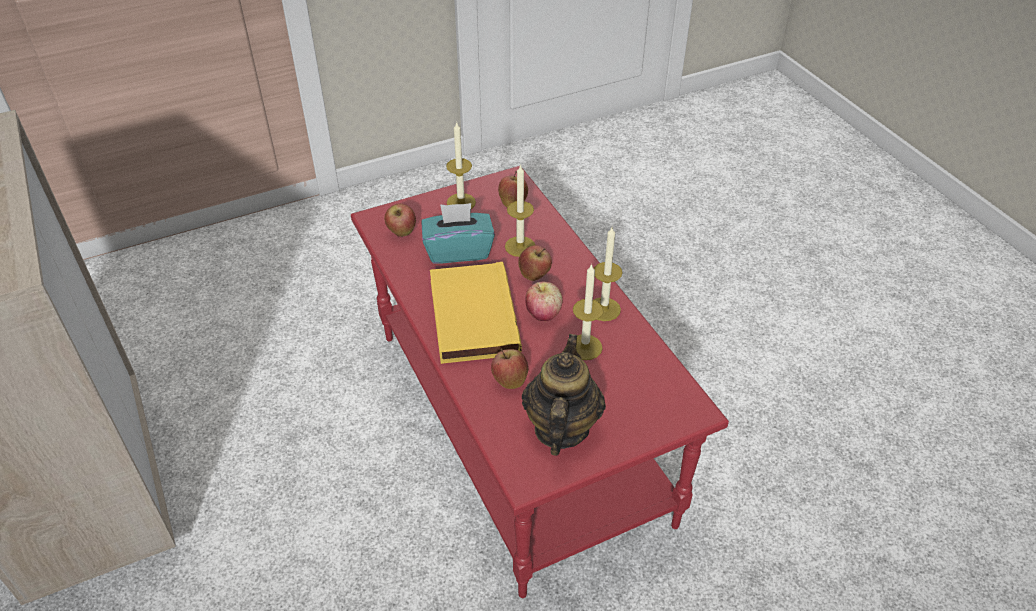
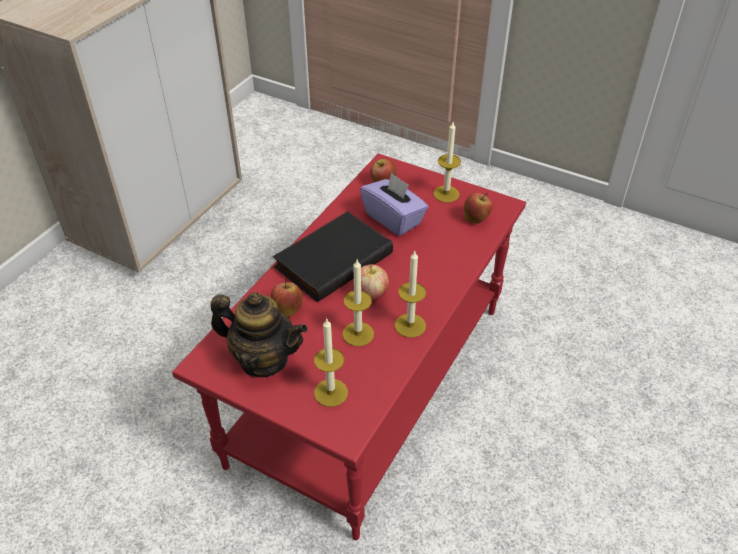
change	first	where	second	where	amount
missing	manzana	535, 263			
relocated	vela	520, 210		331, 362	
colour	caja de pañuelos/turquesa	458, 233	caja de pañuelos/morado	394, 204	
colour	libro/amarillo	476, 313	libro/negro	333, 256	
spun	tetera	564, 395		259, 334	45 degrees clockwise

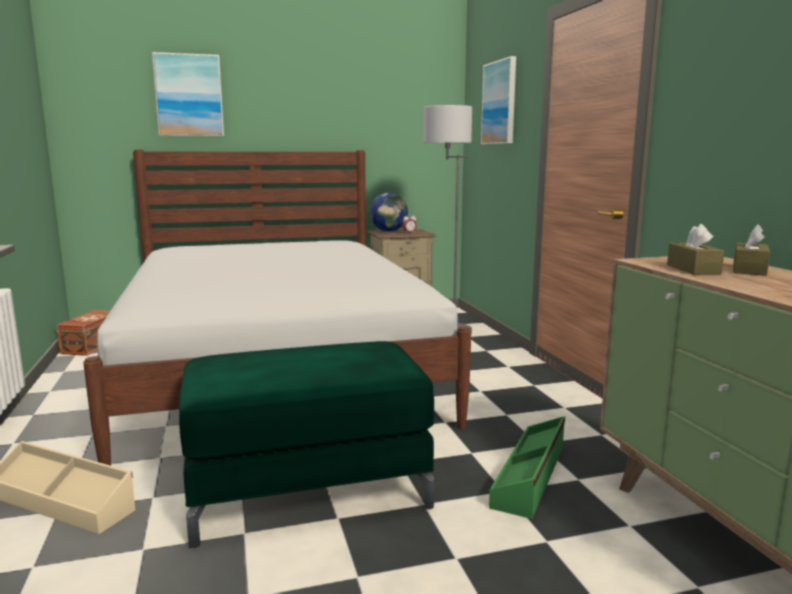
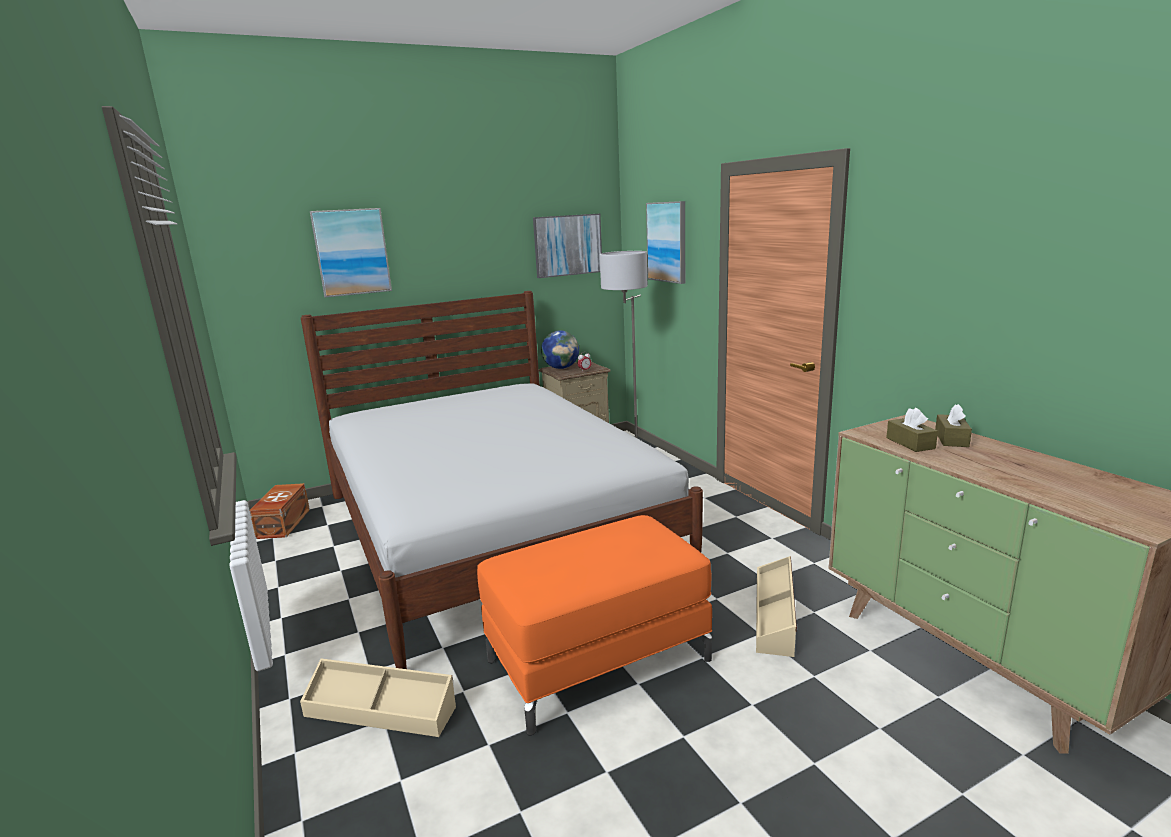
change	first	where	second	where	amount
appeared			cuadro	567, 246	
colour	puf/verde	306, 444	puf/naranja	594, 625	
colour	caja de almacenaje/verde	527, 467	caja de almacenaje/beis	776, 606	

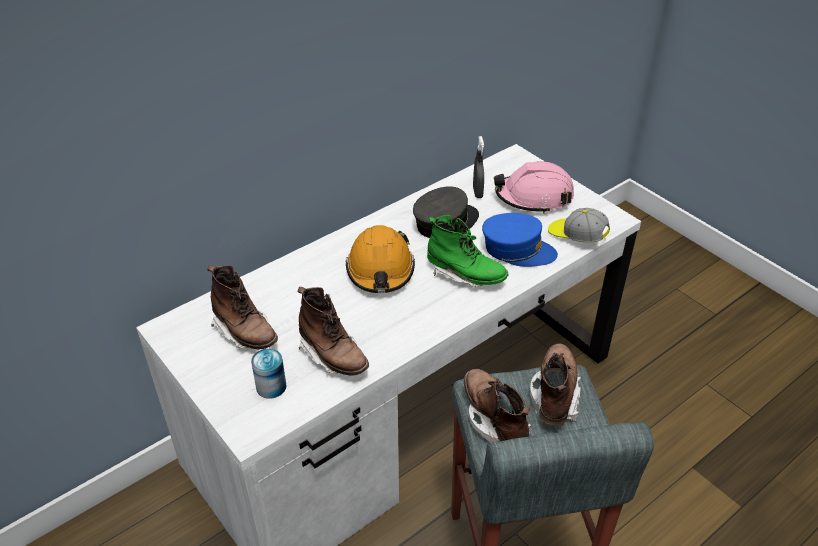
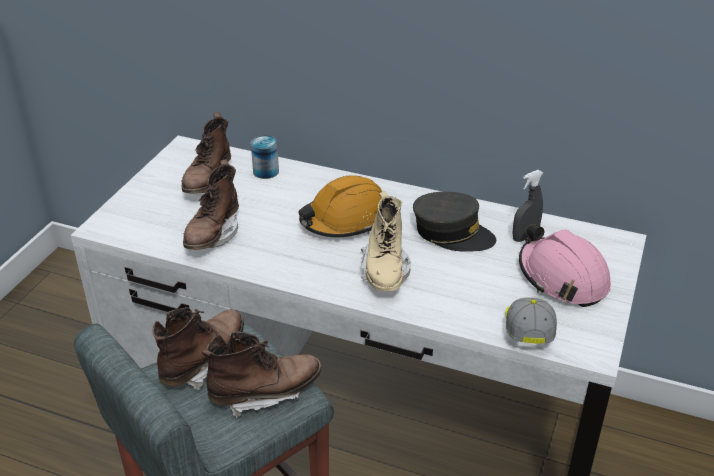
change	first	where	second	where	amount
missing	gorra/azul	520, 240			
relocated	lata	269, 374		265, 157	
colour	bota/verde	468, 251	bota/beis	386, 241	

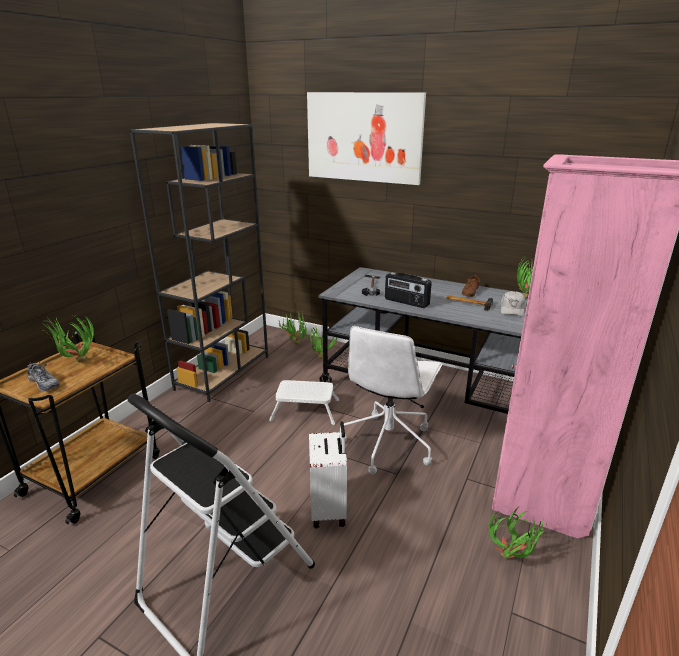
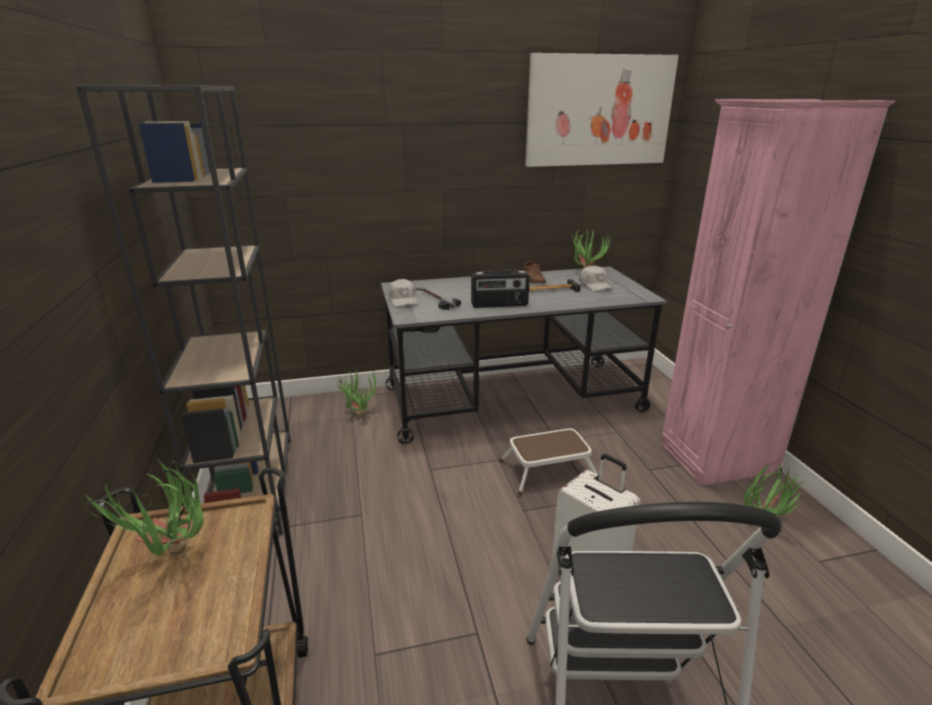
change	first	where	second	where	amount
missing	zapato	43, 376			
missing	escalera de tijera/blanco	304, 402			
missing	planta en maceta	293, 328			
appeared			gorra/blanco	403, 293	
relocated	cuadro	366, 138		602, 110	
exchanged	silla de oficina/blanco	391, 400	escalera de tijera/marrón	548, 463	

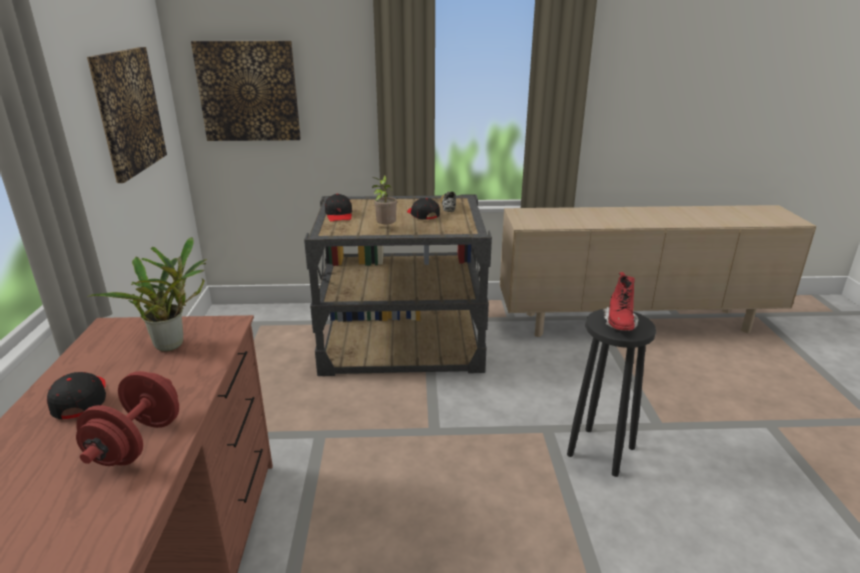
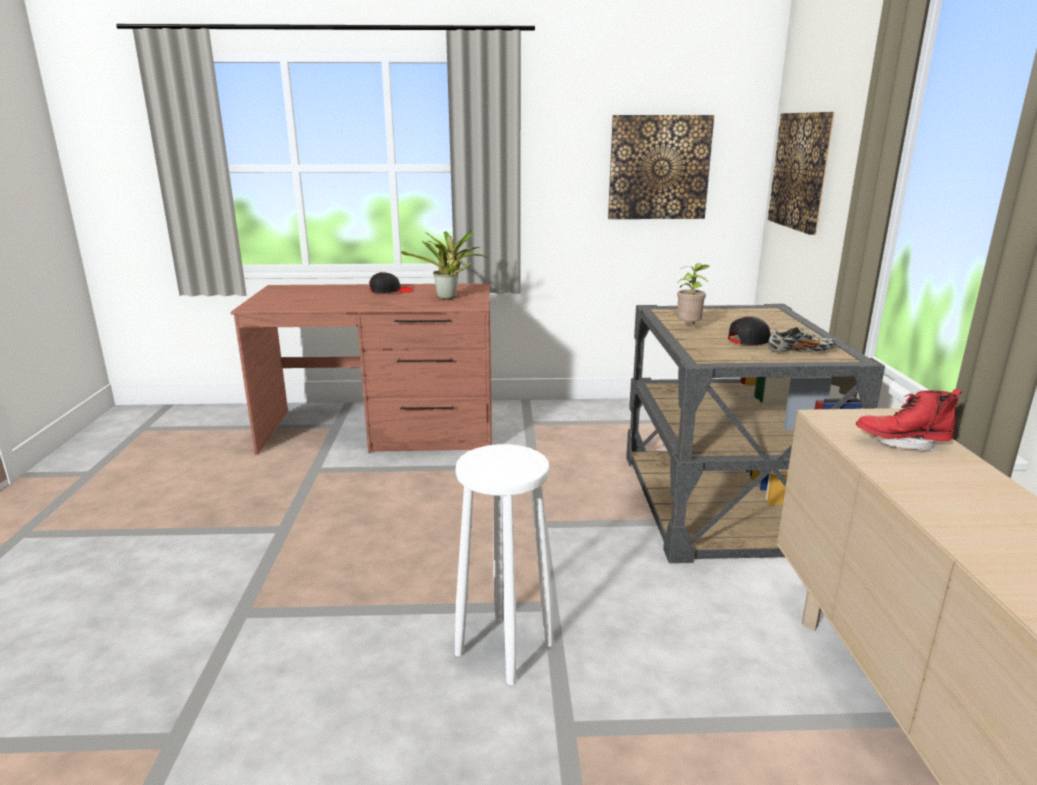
change	first	where	second	where	amount
missing	mancuerna/rojo	127, 418			
missing	gorra/negro	338, 208			
relocated	bota/rojo	620, 301		909, 420	
colour	taburete/negro	611, 393	taburete/blanco	504, 564	

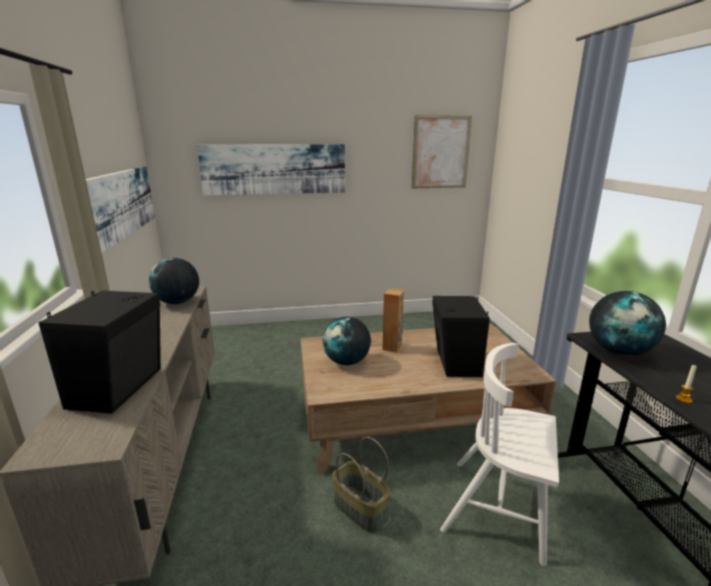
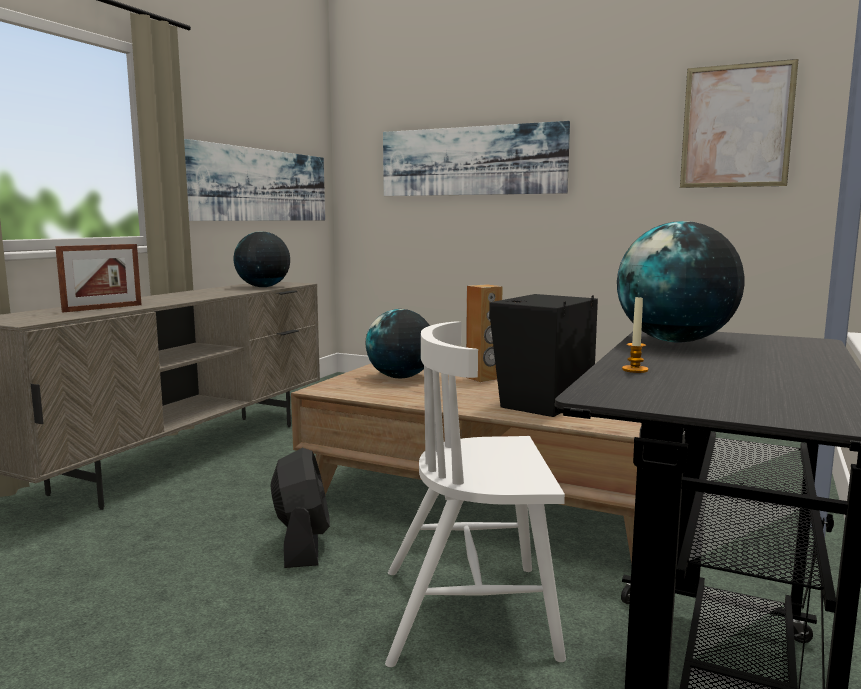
change	first	where	second	where	amount
exchanged	altavoz/negro	99, 352	portarretratos	98, 278	
exchanged	cesta	361, 485	ventilador/negro	300, 508	
spun	silla/blanco	499, 454		475, 494	60 degrees counterclockwise

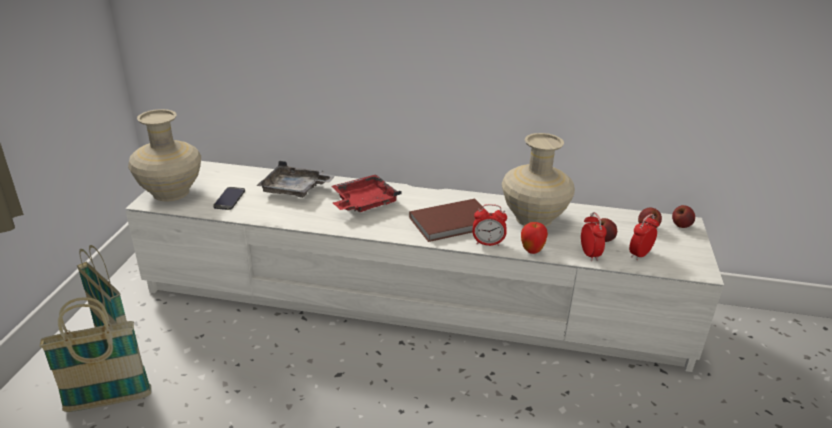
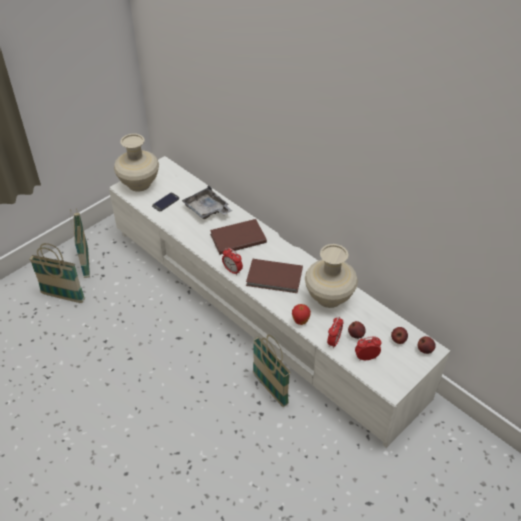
change	first	where	second	where	amount
appeared			cesta	272, 370	
relocated	despertador	489, 225		232, 261	
exchanged	bandeja/rojo	366, 193	libro/marrón	238, 237	

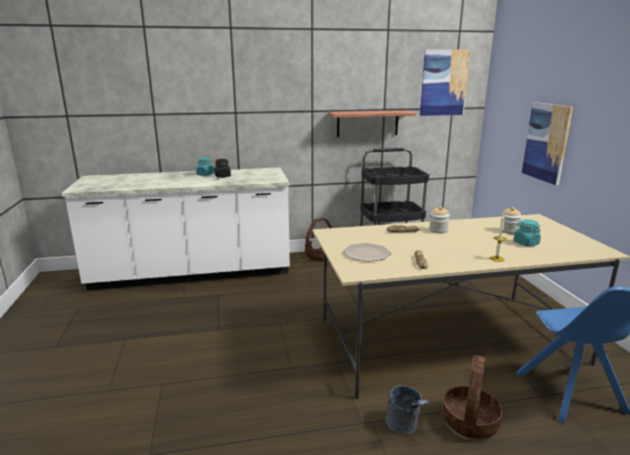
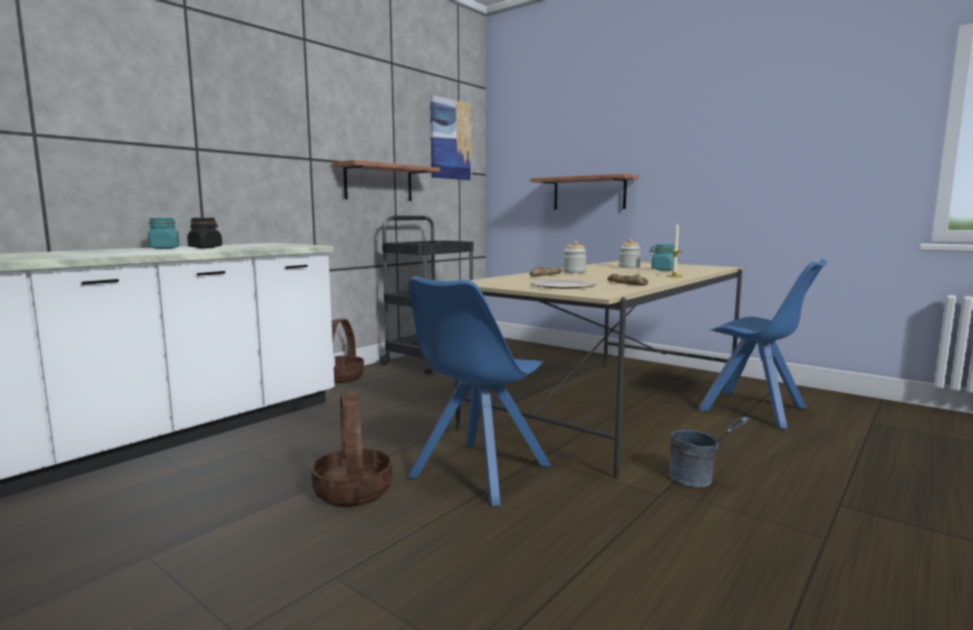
change	first	where	second	where	amount
appeared			silla/azul	479, 391	
relocated	cesta	472, 397		351, 449	
exchanged	cuadro	547, 144	estante	584, 192	

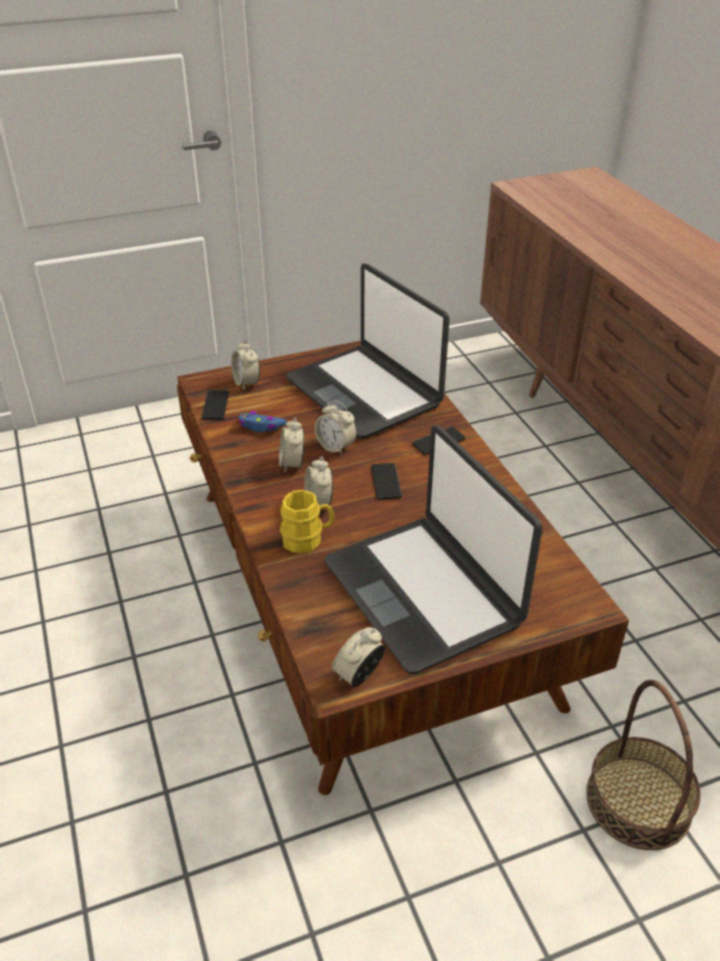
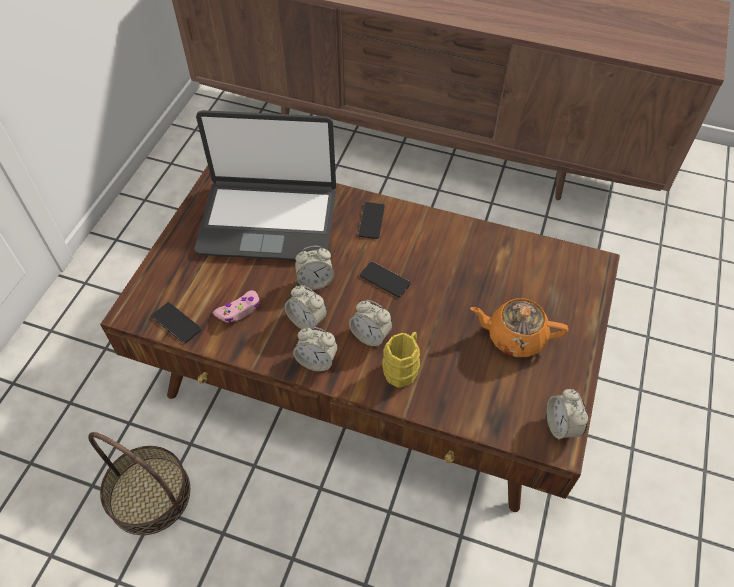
change	first	where	second	where	amount
relocated	despertador	245, 364		315, 349	
relocated	cesta	643, 765		139, 483	
exchanged	portátil	434, 550	tetera/naranja	519, 328	
colour	mando de consola/azul	262, 421	mando de consola/rosa	236, 306	

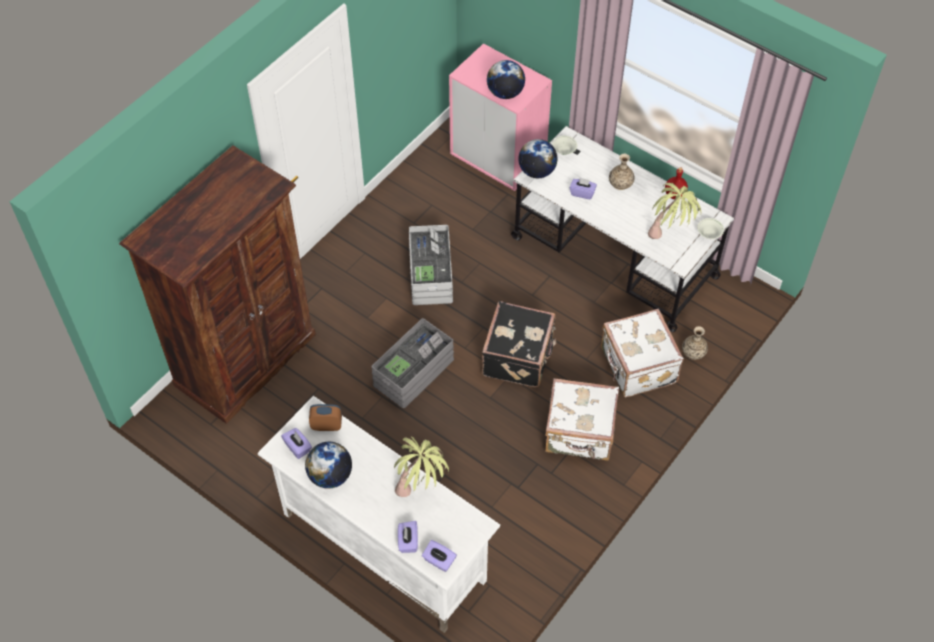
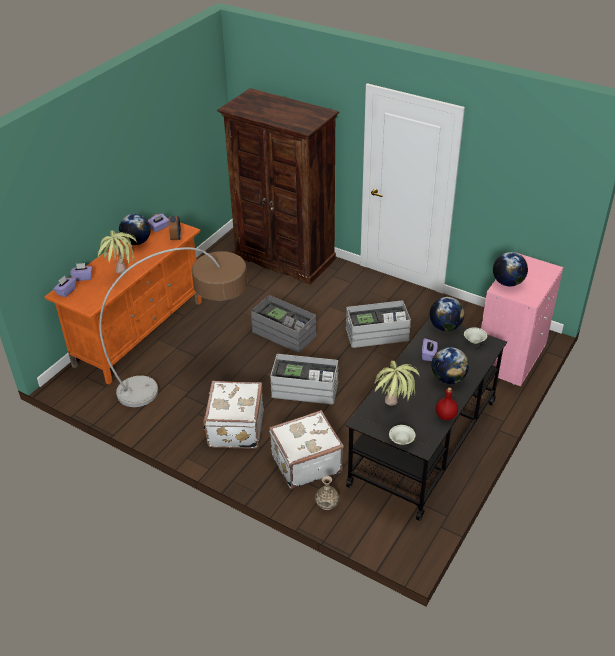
change	first	where	second	where	amount
appeared			lámpara de pie	173, 327	
exchanged	maleta/negro	519, 344	caja de almacenaje/gris	304, 379	
exchanged	florero	621, 172	globo terráqueo	450, 365	
colour	cómoda/blanco	379, 514	cómoda/naranja	123, 299	
colour	escritorio/blanco	622, 229	escritorio/negro	426, 419	

